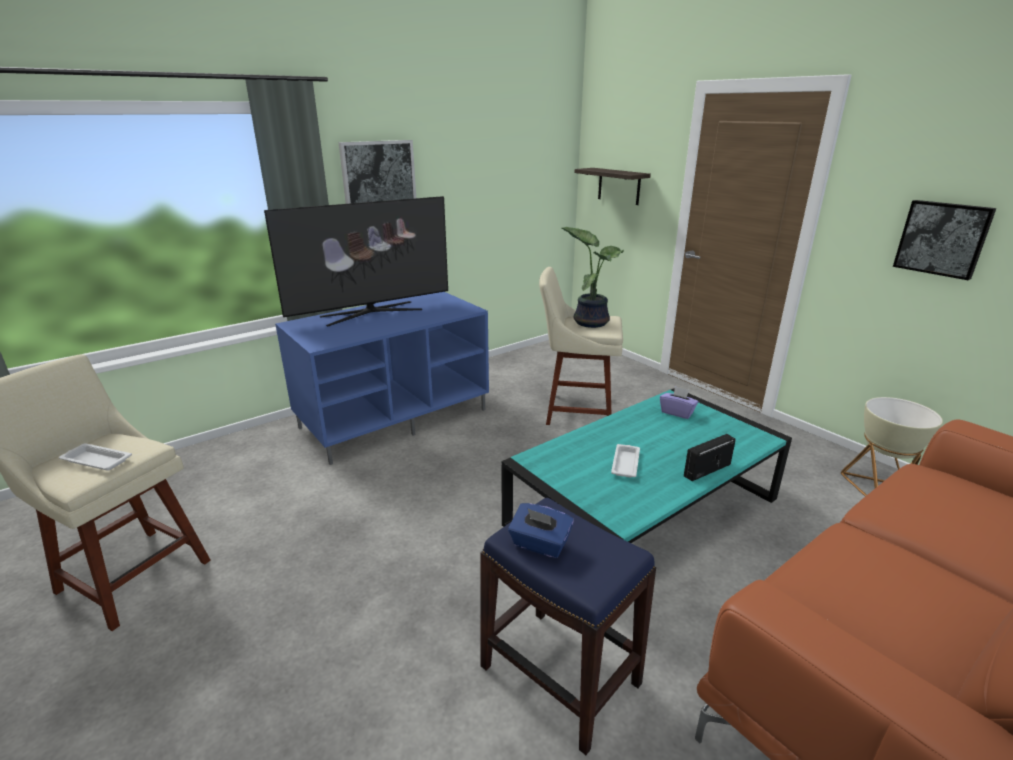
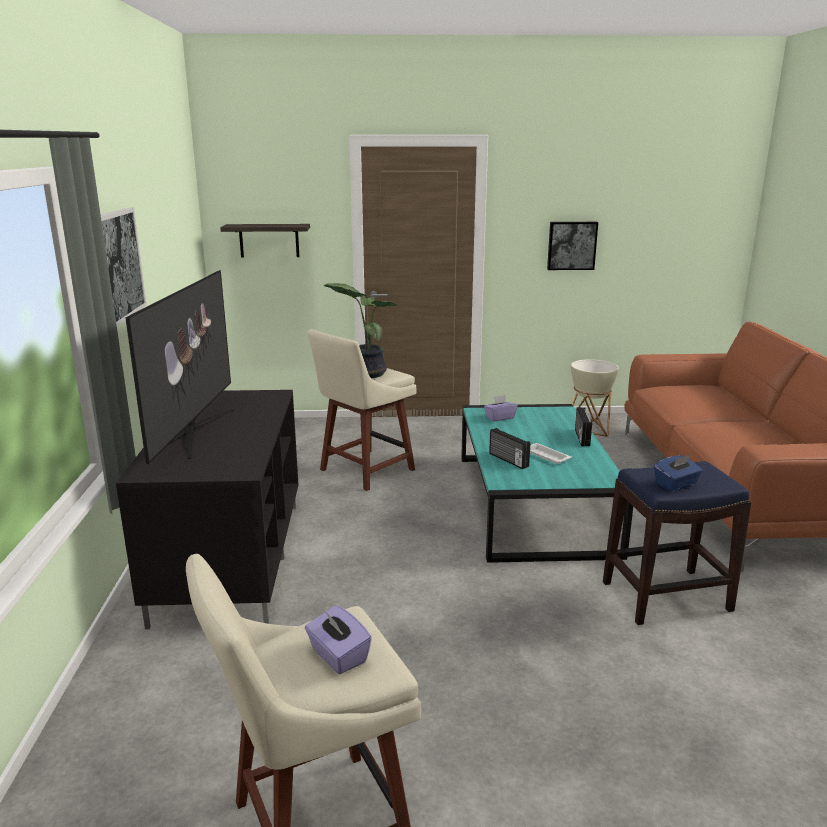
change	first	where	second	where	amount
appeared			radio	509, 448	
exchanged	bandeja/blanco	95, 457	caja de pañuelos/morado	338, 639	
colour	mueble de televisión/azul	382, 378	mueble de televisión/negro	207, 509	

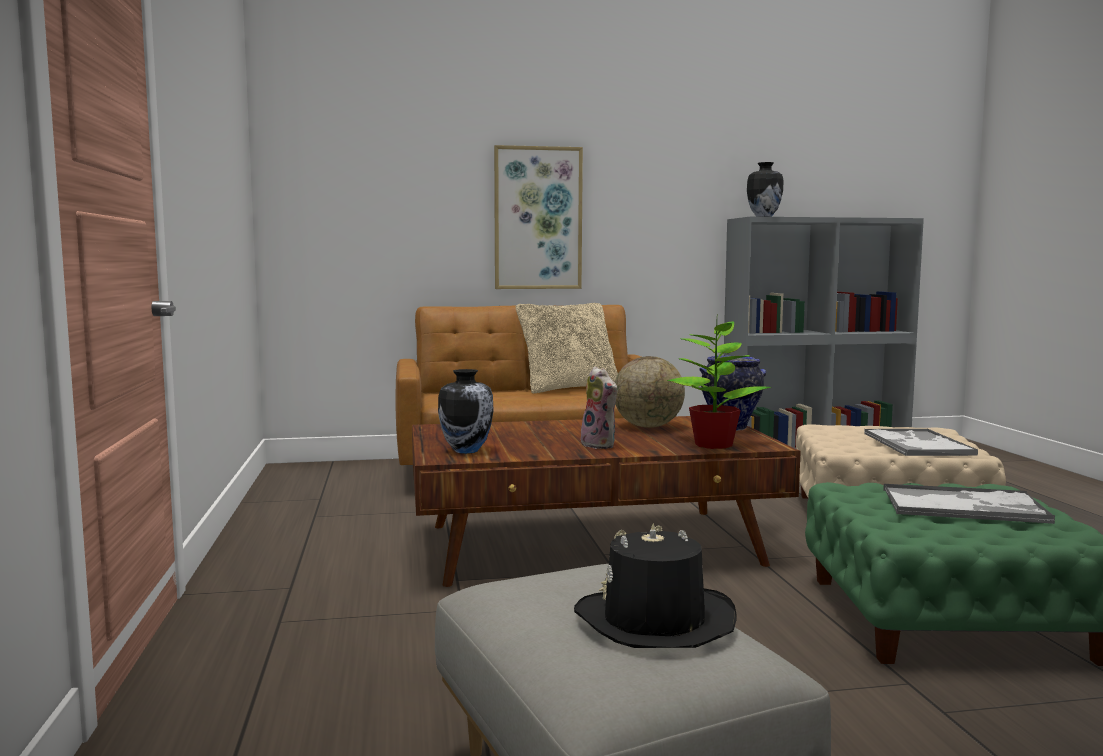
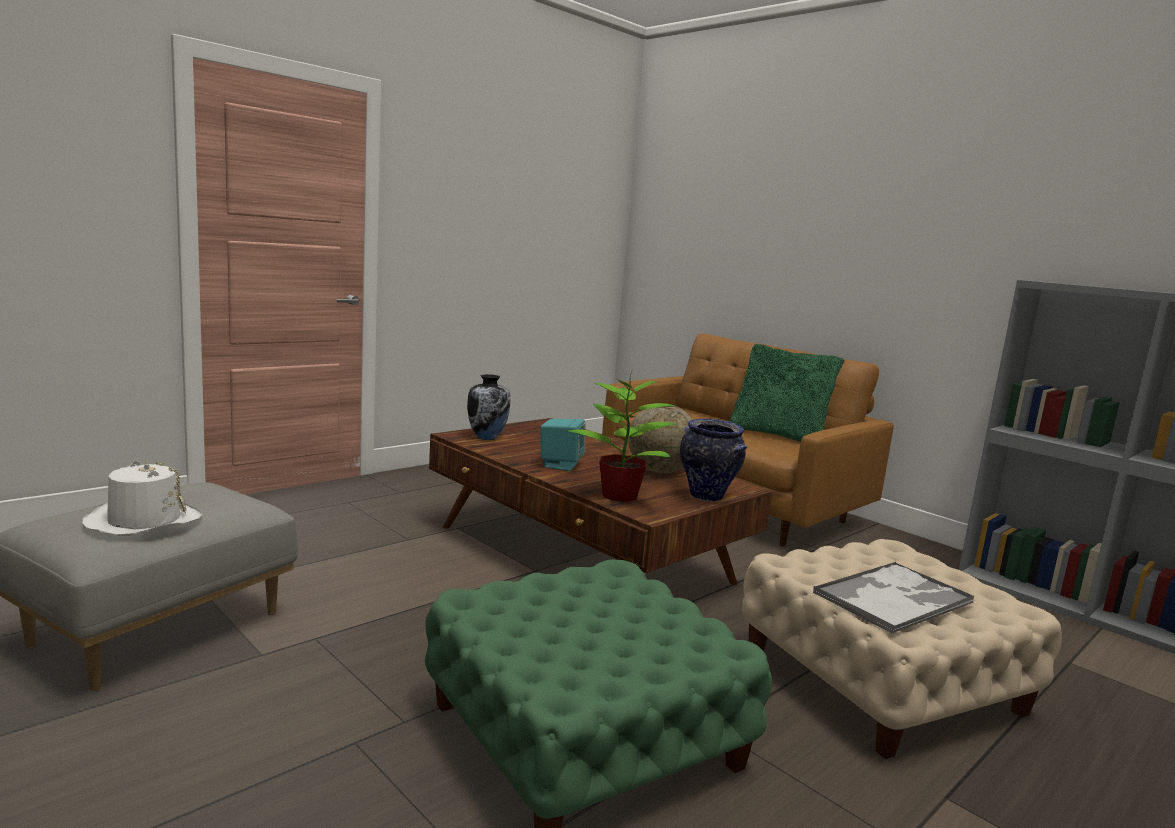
change	first	where	second	where	amount
missing	cuadro	538, 217			
missing	florero	765, 189			
missing	bandeja	969, 504			
exchanged	peluche	597, 407	altavoz/turquesa	562, 445	
colour	cojín/beis	566, 348	cojín/verde	786, 393	
colour	sombrero/negro	655, 585	sombrero/blanco	142, 498	

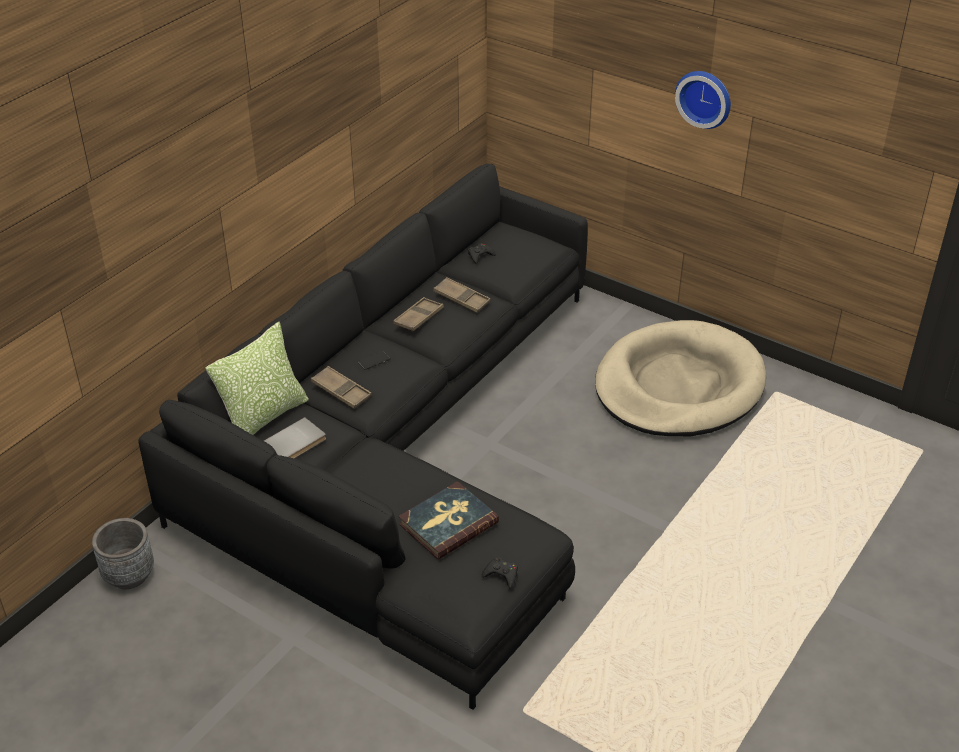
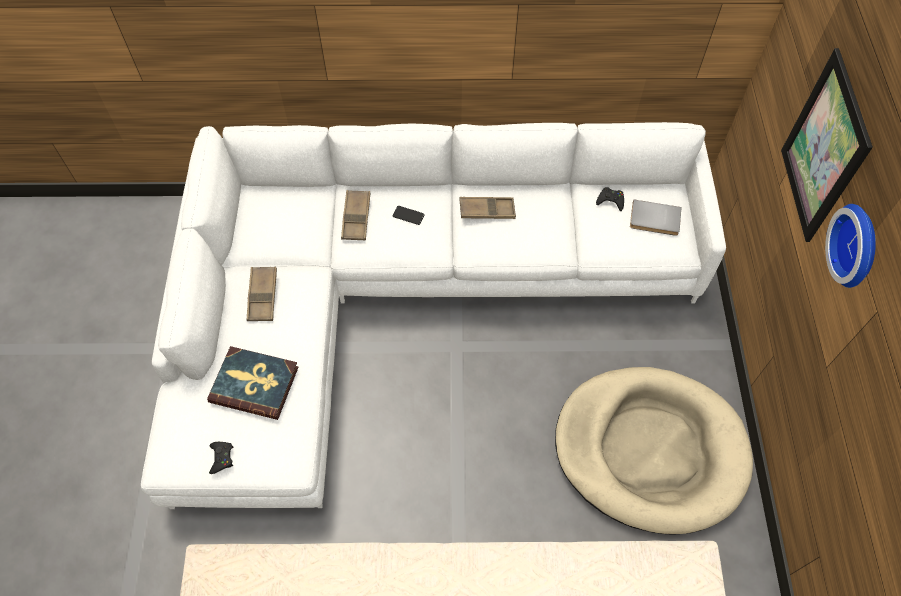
change	first	where	second	where	amount
missing	maceta/gris	123, 553			
missing	cojín	257, 378			
appeared			cuadro	827, 145	
relocated	libro/gris	295, 437		656, 218	
relocated	bandeja/marrón	462, 295		262, 294	
colour	sofá/negro	363, 437	sofá/blanco	433, 315	

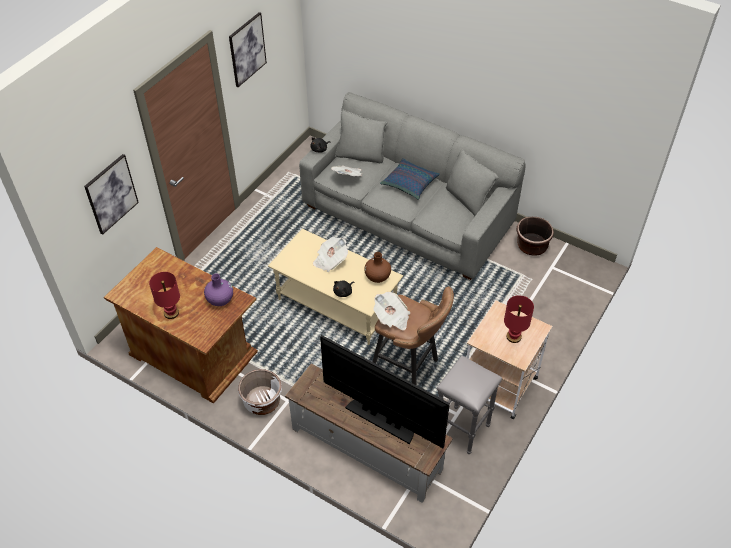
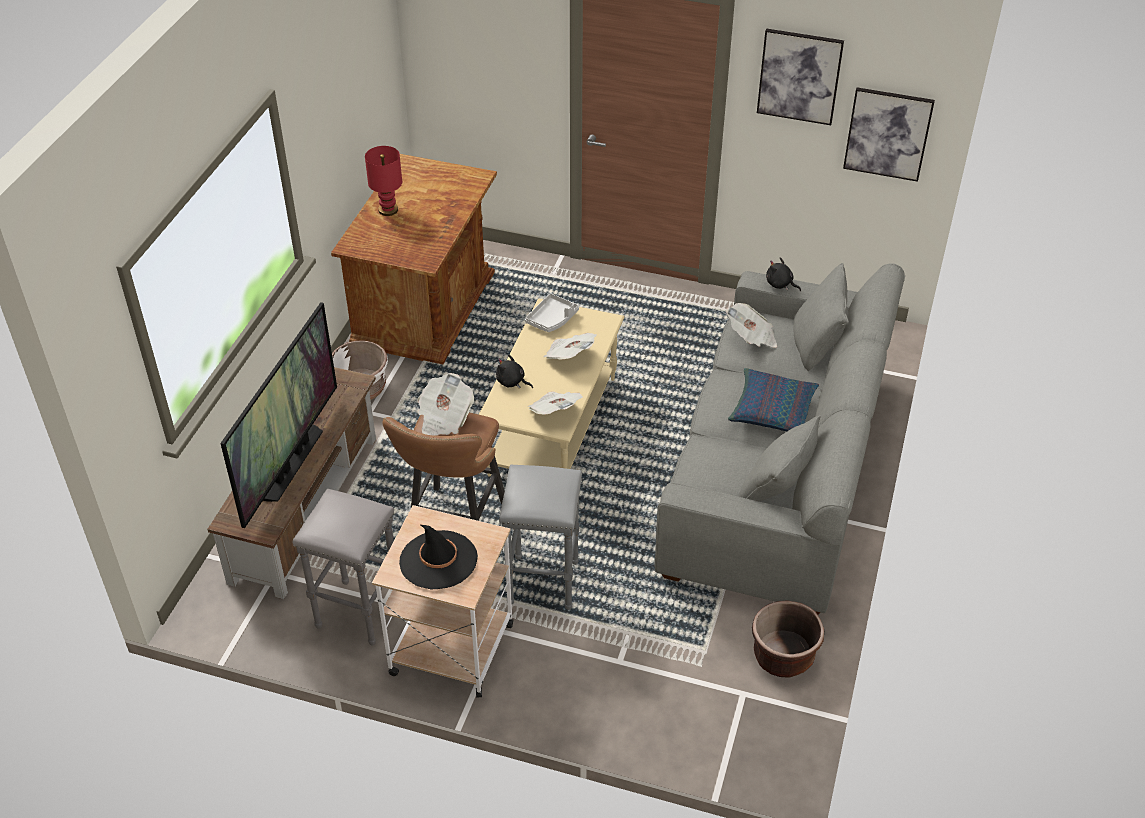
change	first	where	second	where	amount
missing	florero/morado	218, 290			
appeared			taburete/gris	540, 537	
appeared			bandeja/gris	552, 312	
relocated	cuadro	111, 194		889, 135	
exchanged	florero/marrón	377, 267	periódico	555, 402	
exchanged	lámpara de mesa/rojo	519, 319	sombrero/negro	438, 557	

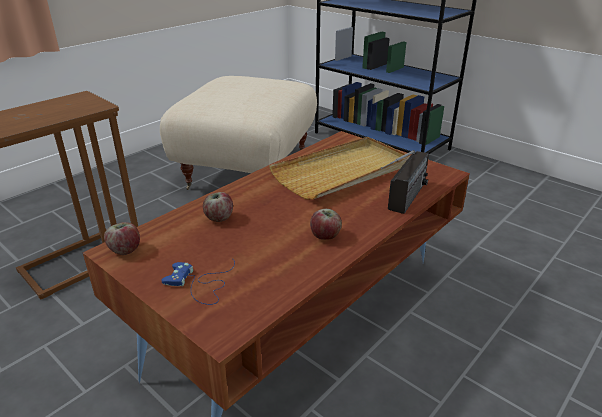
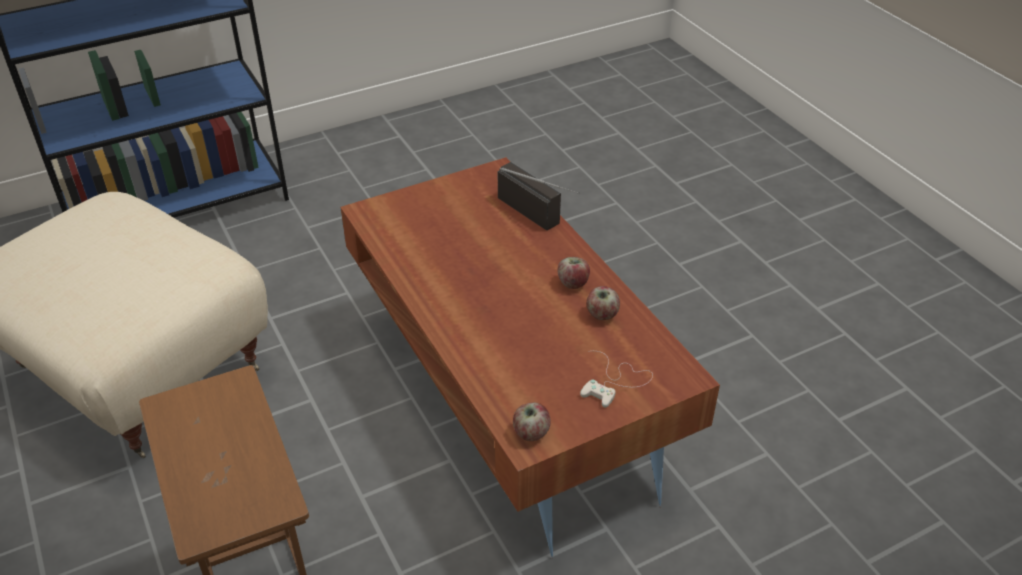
change	first	where	second	where	amount
missing	bandeja/beis	339, 168			
relocated	manzana	218, 207		603, 303	
colour	mando de consola/azul	198, 281	mando de consola/blanco	616, 379	

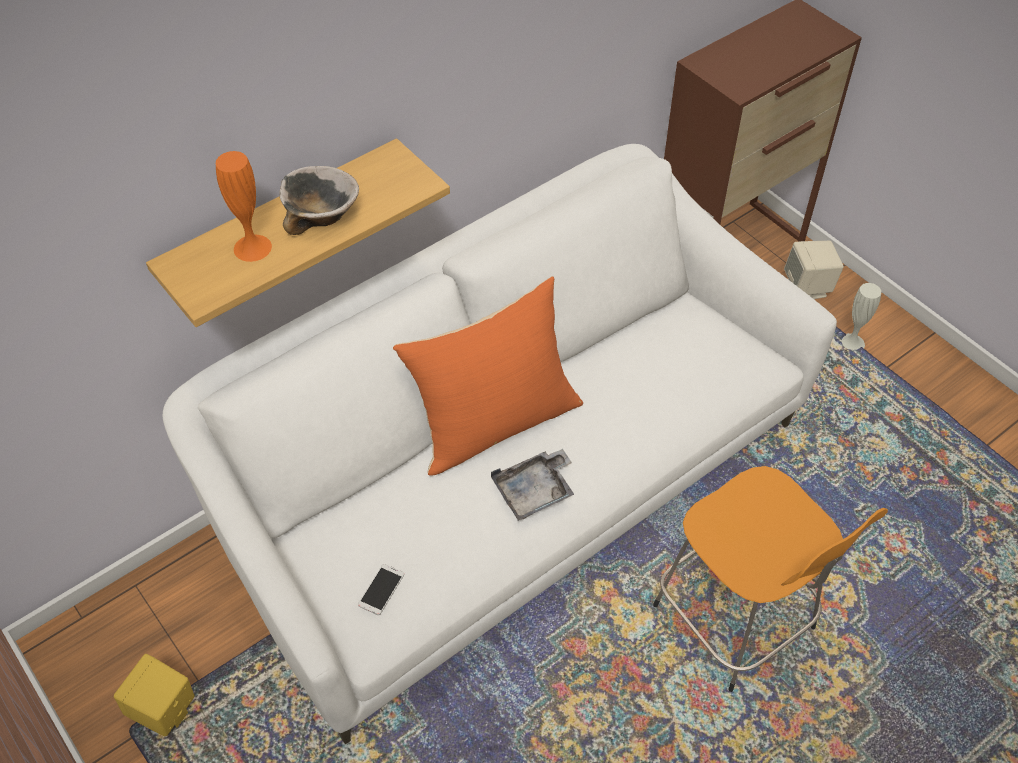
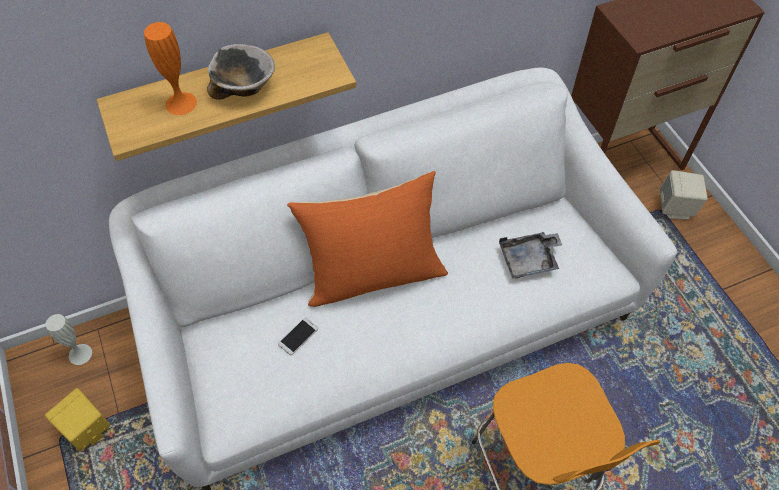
change	first	where	second	where	amount
relocated	móvil	381, 589		298, 336	
relocated	bandeja/gris	532, 484		530, 255	
relocated	florero/blanco	861, 316		68, 339	

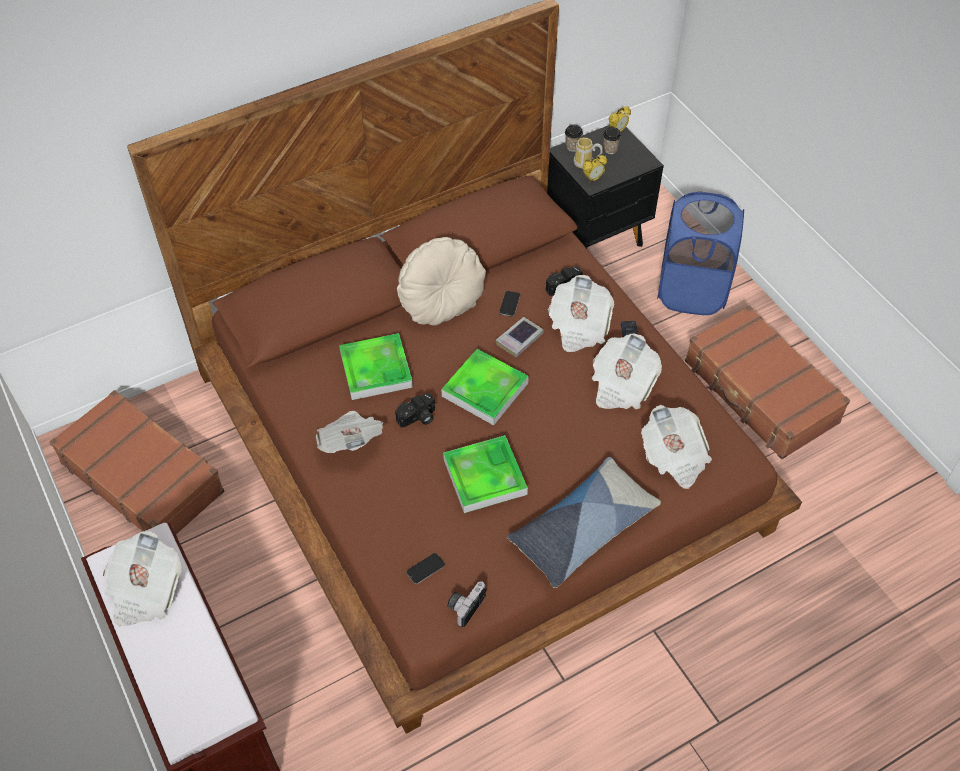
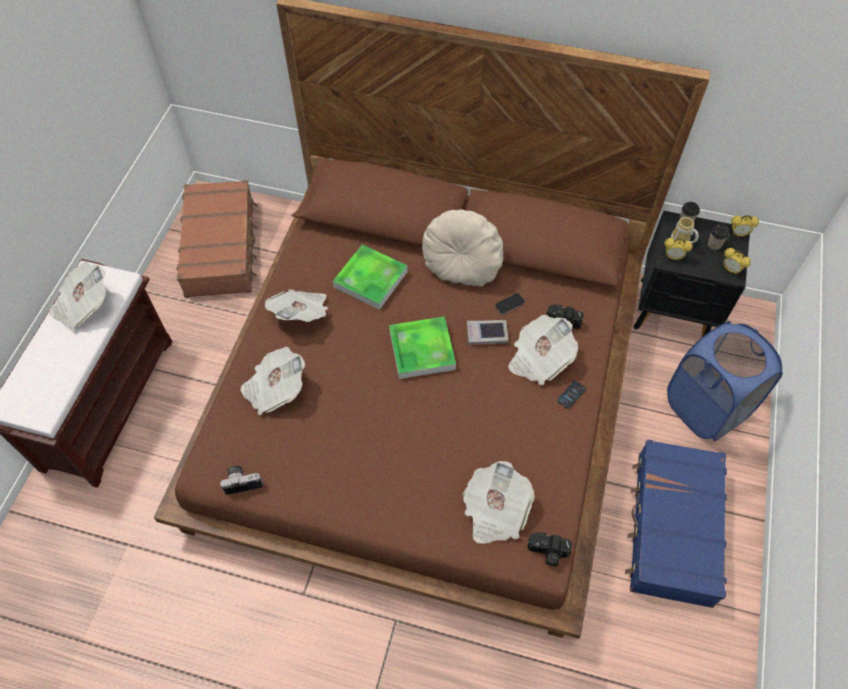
change	first	where	second	where	amount
missing	móvil	425, 568			
missing	bandeja	485, 474			
missing	cojín	584, 522			
appeared			despertador	737, 261	
relocated	cámara	415, 410		549, 549	
relocated	periódico	627, 371		272, 381	
colour	maleta/marrón	767, 382	maleta/azul	676, 523	

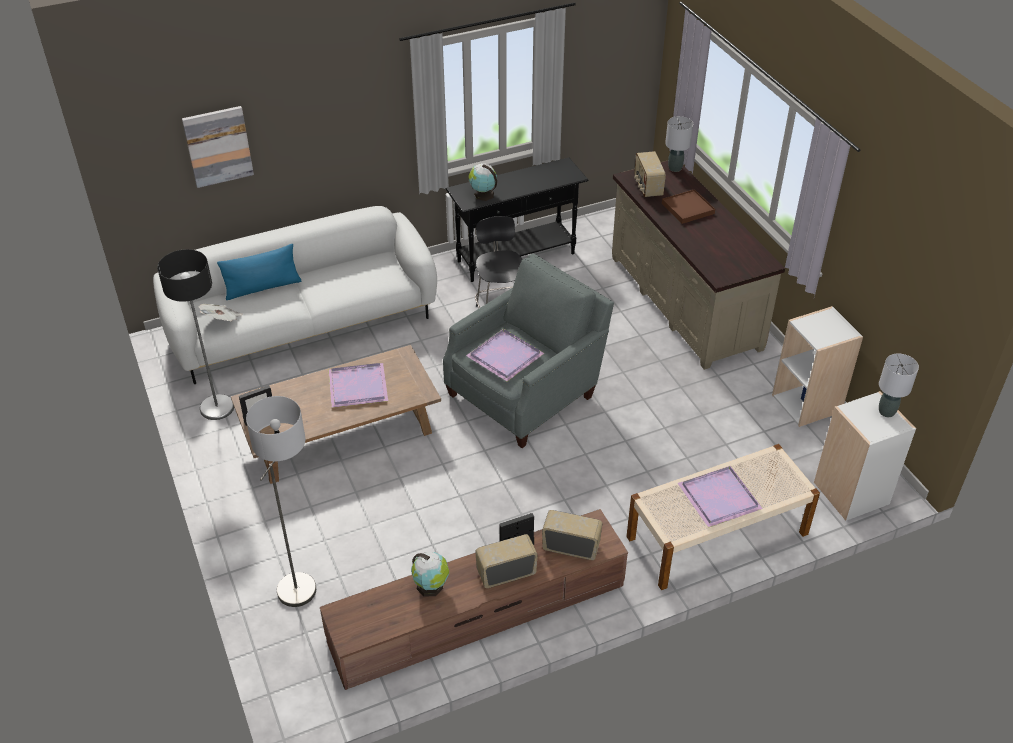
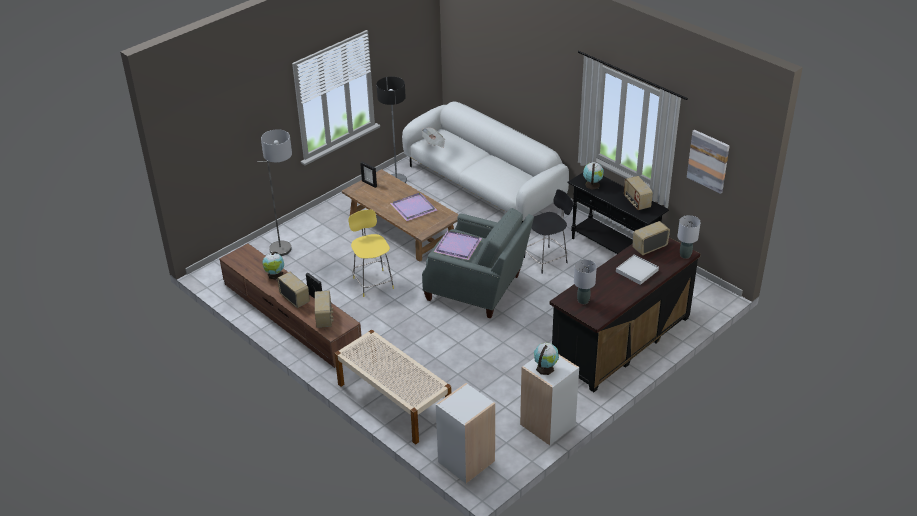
change	first	where	second	where	amount
missing	cojín/azul	259, 272			
missing	bandeja/morado	720, 497			
appeared			taburete/amarillo	371, 253	
appeared			globo terráqueo	546, 358	
appeared			radio	638, 193	
relocated	cuadro	218, 147		708, 162	
relocated	lámpara de mesa/gris	899, 385		585, 282	
colour	armario/beis	698, 265	armario/negro	624, 314	
colour	bandeja/marrón	688, 206	bandeja/blanco	637, 269	

